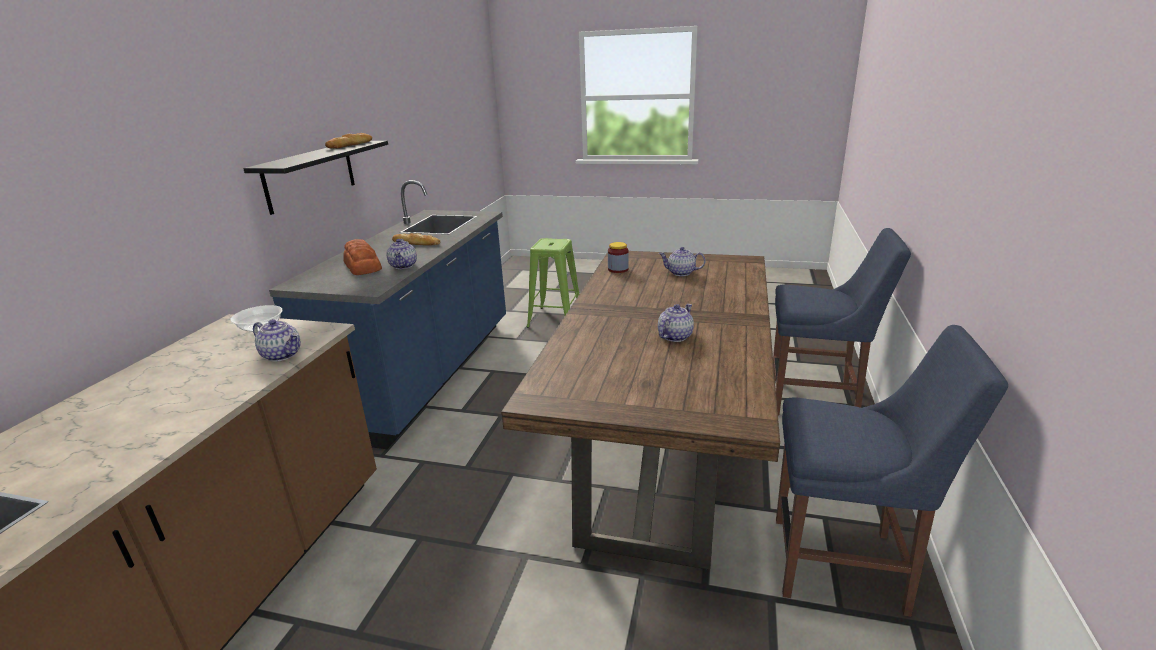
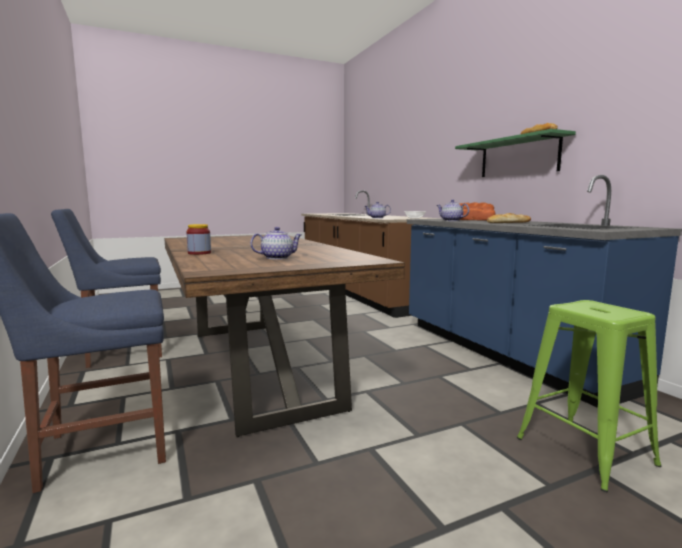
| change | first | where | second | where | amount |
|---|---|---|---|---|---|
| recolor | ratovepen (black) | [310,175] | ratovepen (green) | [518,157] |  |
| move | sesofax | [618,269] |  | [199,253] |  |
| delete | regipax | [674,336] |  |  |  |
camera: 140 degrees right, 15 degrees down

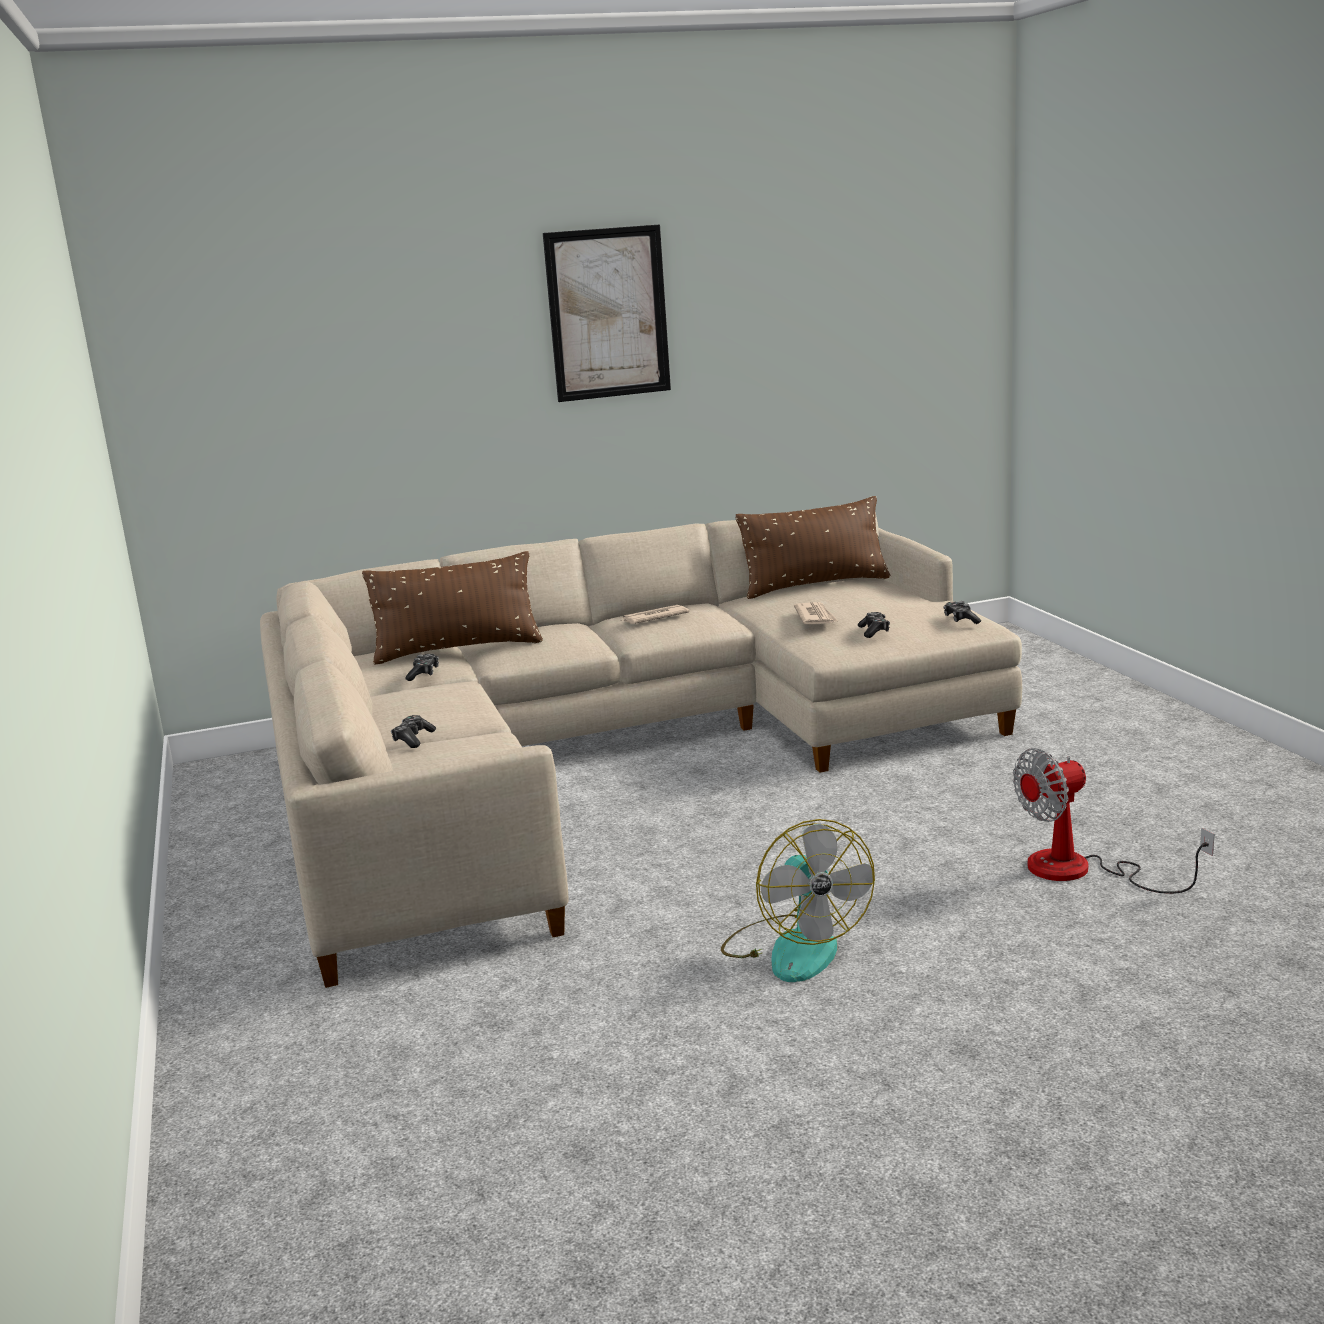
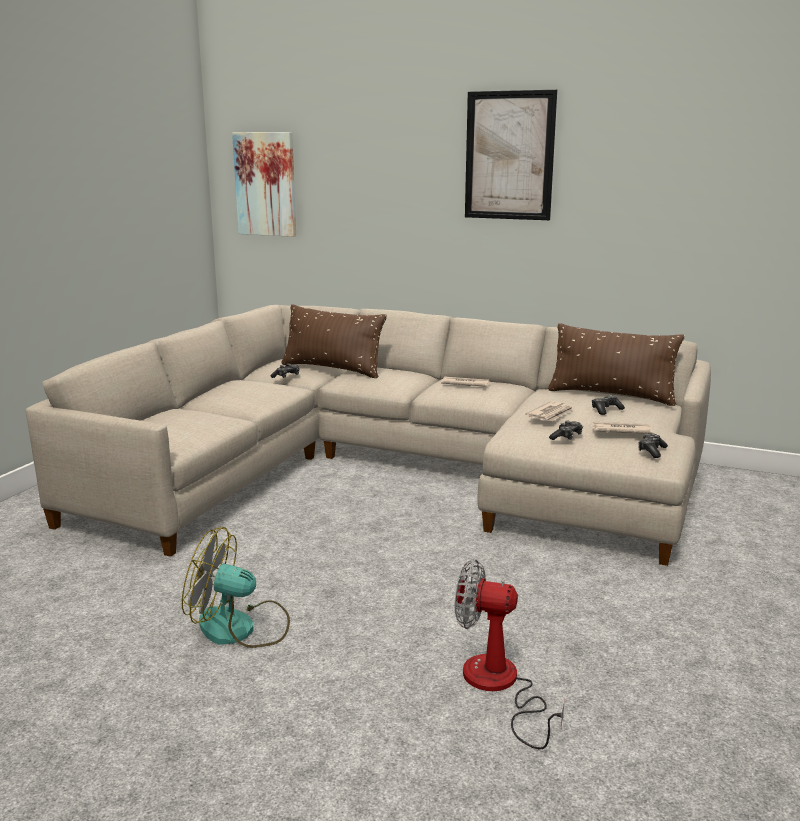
| change | first | where | second | where | amount |
|---|---|---|---|---|---|
| move | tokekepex | [413,739] |  | [606,410] |  |
| rotate | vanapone | [794,947] |  | [240,628] | 75 degrees clockwise |
| insert |  |  | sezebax | [266,184] |  |
| insert |  |  | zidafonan | [620,430] |  |
camera: 40 degrees right, 0 degrees up

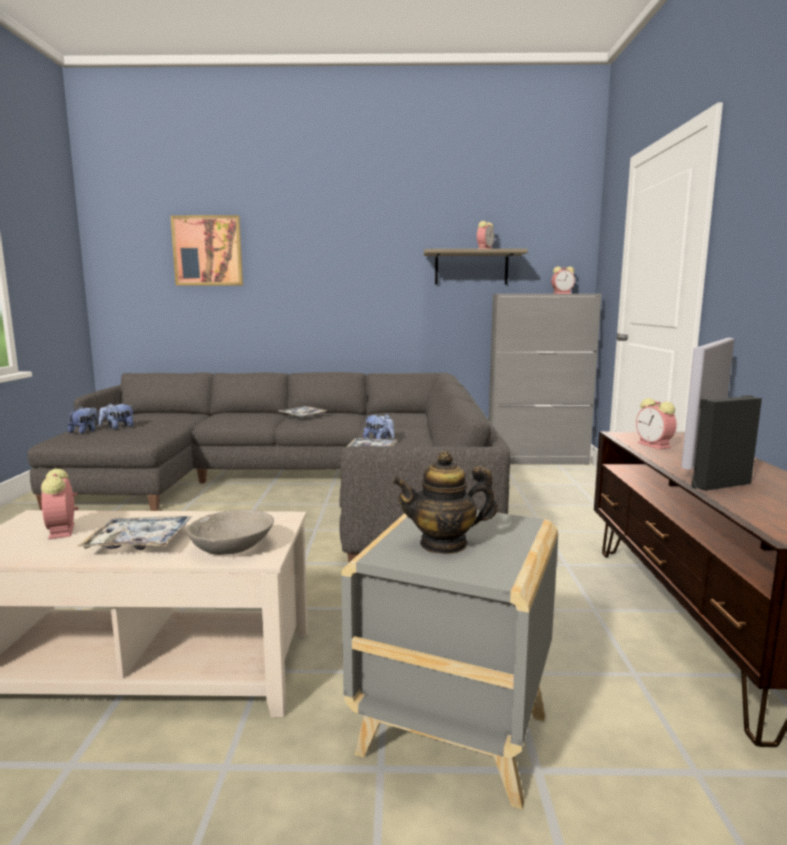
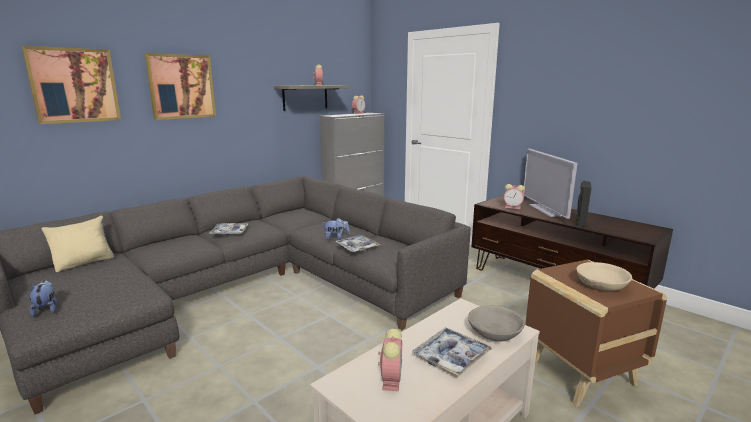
| change | first | where | second | where | amount |
|---|---|---|---|---|---|
| delete | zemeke | [118,427] |  |  |  |
| replace | regipax | [444,544] | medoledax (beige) | [601,285] |  |
| rotate | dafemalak | [62,531] |  | [391,379] | 105 degrees counterclockwise |
| recolor | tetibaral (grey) | [450,734] | tetibaral (brown) | [580,376] |  |
| insert |  |  | sezebax | [181,86] |  |
| insert |  |  | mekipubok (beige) | [84,263] |  |
camera: 45 degrees left, 5 degrees up

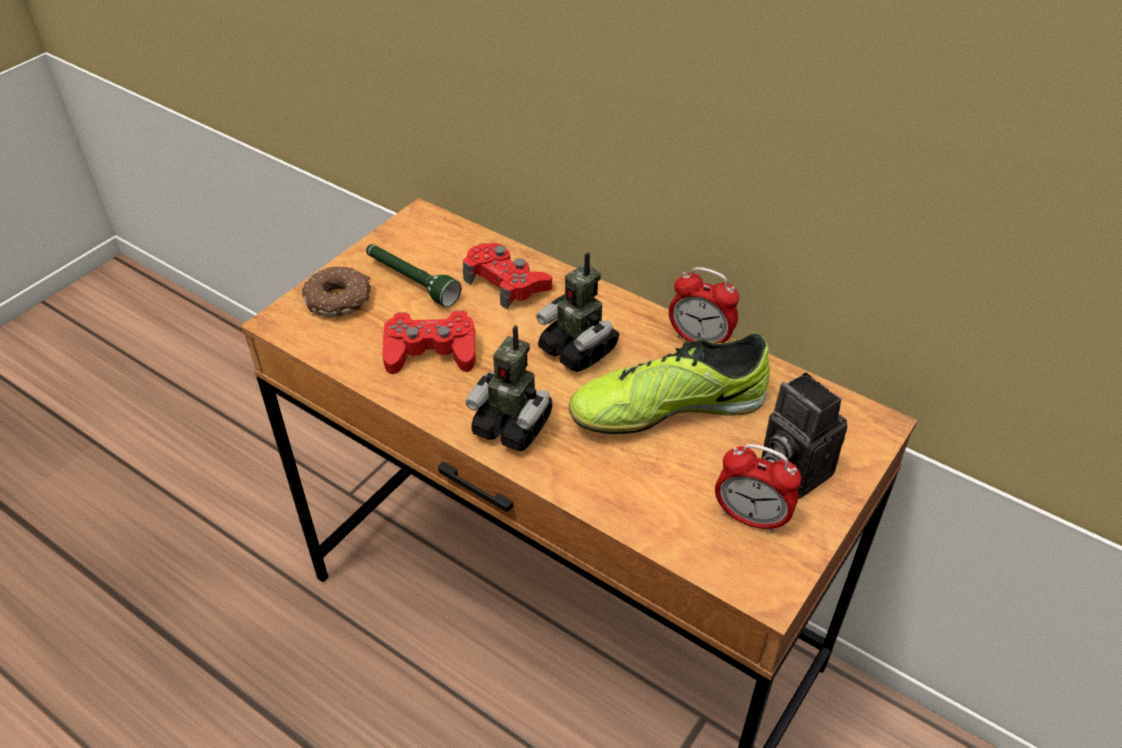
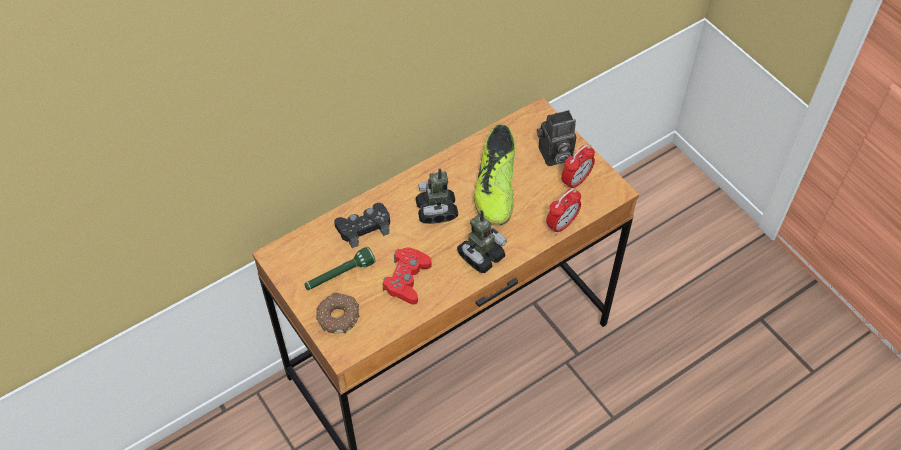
| change | first | where | second | where | amount |
|---|---|---|---|---|---|
| recolor | tokekepex (red) | [506,283] | tokekepex (black) | [364,228] |  |
| rotate | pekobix | [578,350] |  | [436,211] | 105 degrees clockwise |
| move | dafemalak | [700,340] |  | [561,224] |  |
camera: 70 degrees left, 10 degrees up

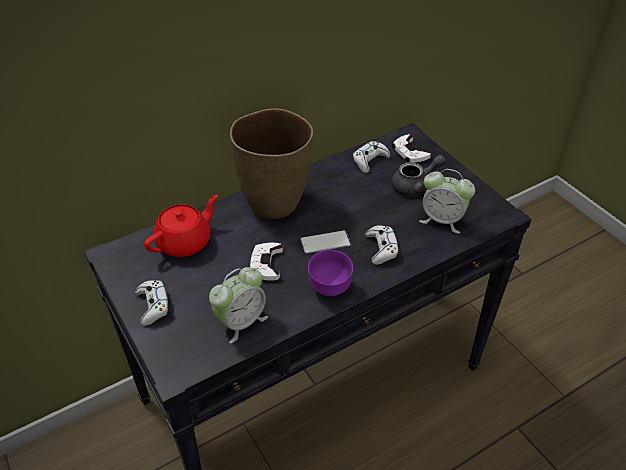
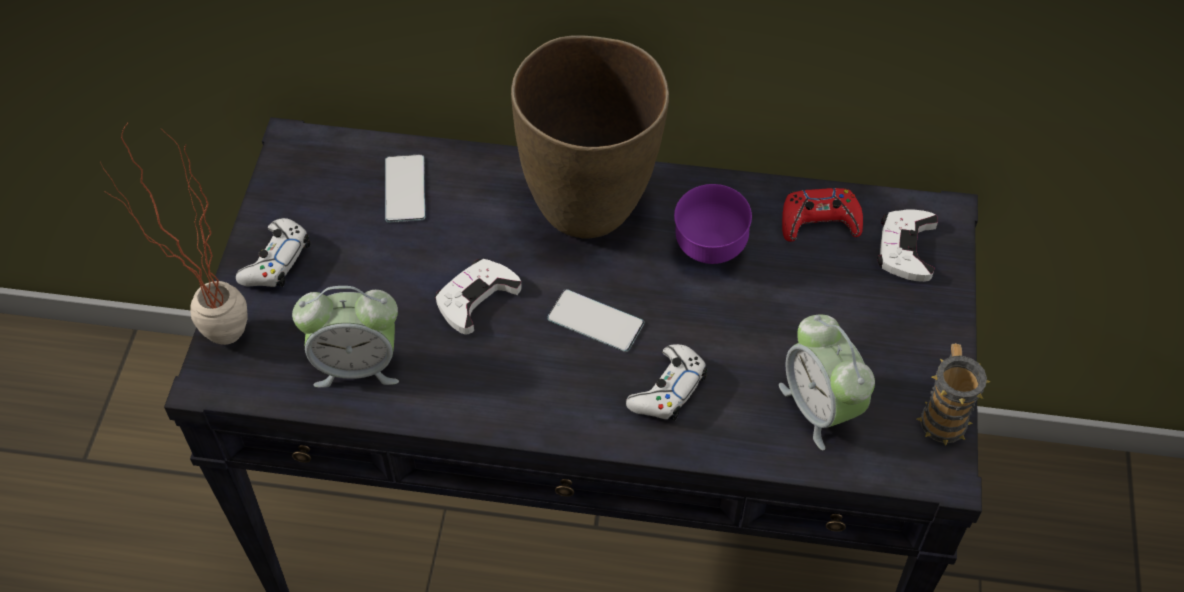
| change | first | where | second | where | amount |
|---|---|---|---|---|---|
| recolor | tokekepex (white) | [370,160] | tokekepex (red) | [819,222] |  |
| delete | regipax (grey) | [415,185] |  |  |  |
| replace | regipax (red) | [185,242] | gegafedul | [405,189] |  |
| move | medoledax (purple) | [330,289] |  | [709,250] |  |
| insert |  |  | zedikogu | [211,342] |  |
| insert |  |  | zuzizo | [942,415] |  |
camera: 40 degrees right, 10 degrees up

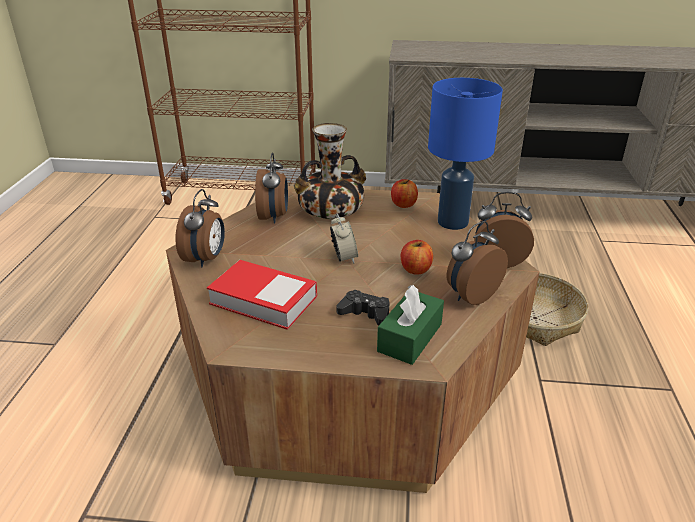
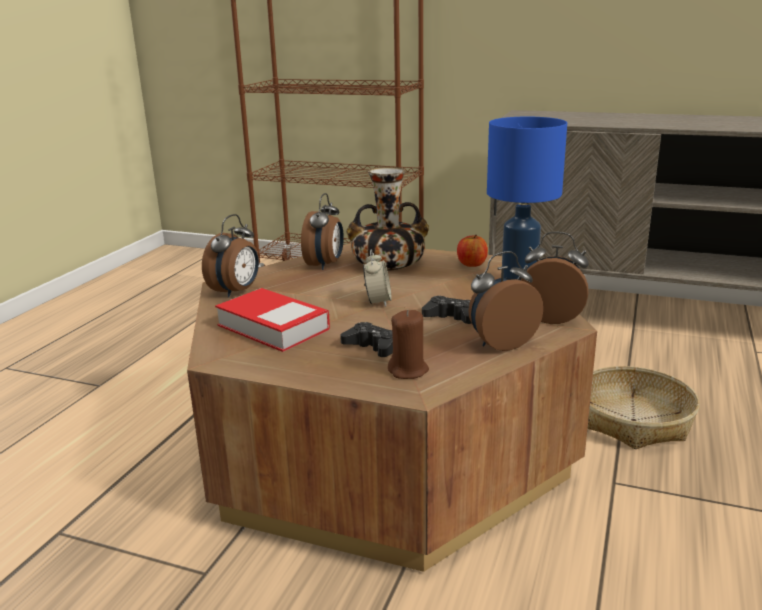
| change | first | where | second | where | amount |
|---|---|---|---|---|---|
| replace | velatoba | [415,269] | tokekepex (black) | [451,317] |  |
| replace | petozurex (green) | [410,337] | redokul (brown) | [408,371] |  |
camera: 15 degrees right, 10 degrees down

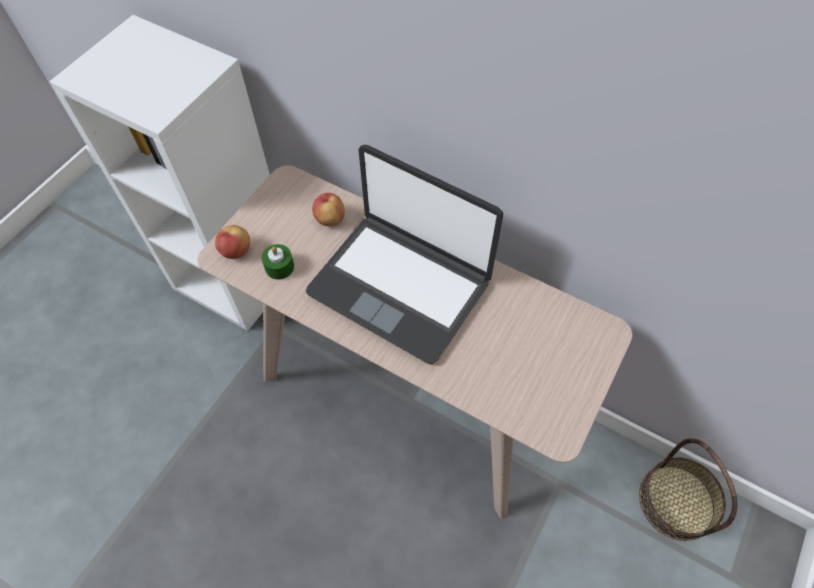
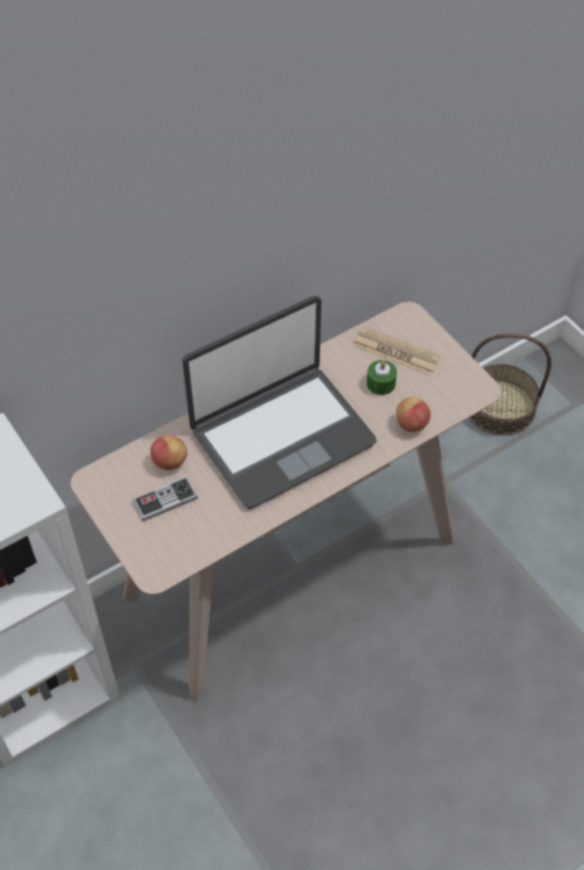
| change | first | where | second | where | amount |
|---|---|---|---|---|---|
| move | velatoba | [236,251] |  | [411,424] |  |
| move | redokul (green) | [279,267] |  | [381,383] |  |
| insert |  |  | zidafonan | [396,352] |  |
| insert |  |  | tokekepex | [165,500] |  |
camera: 65 degrees left, 5 degrees down

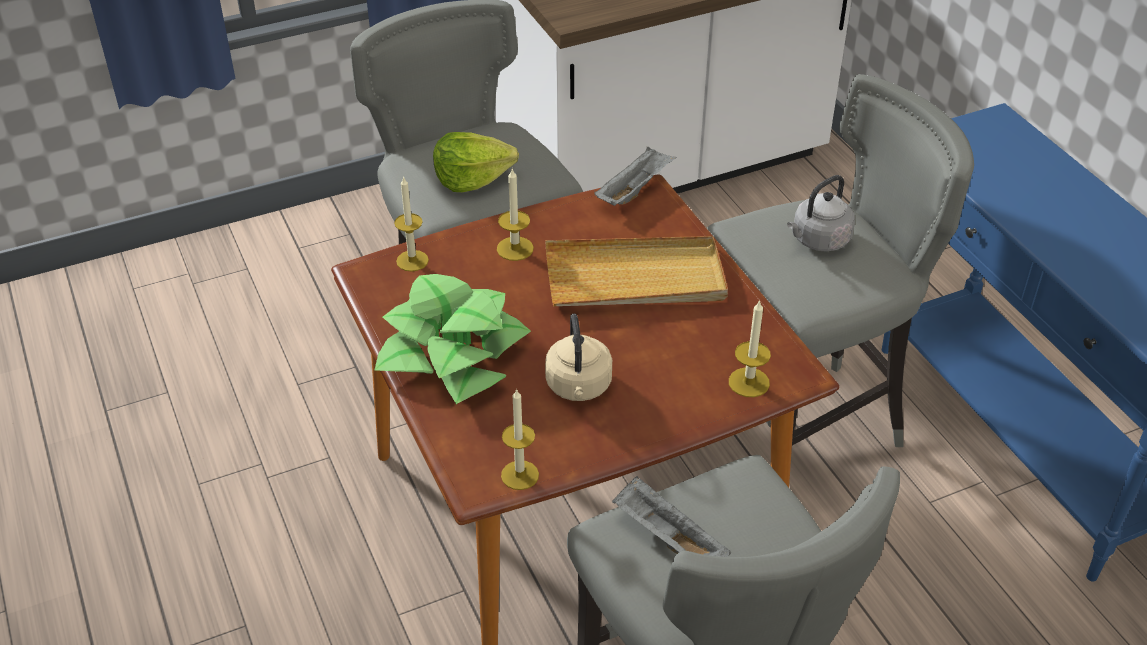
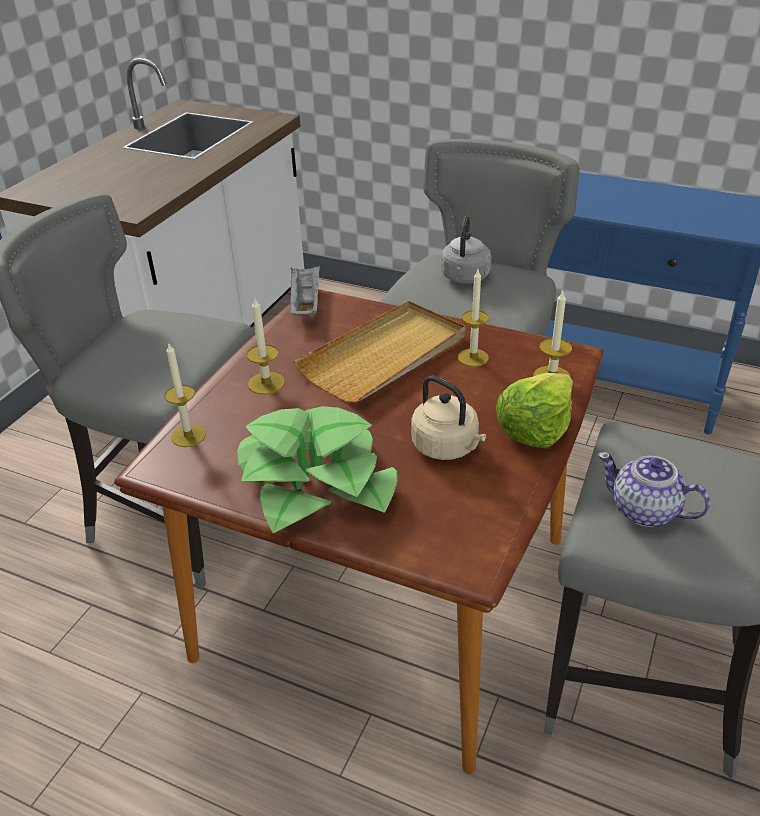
| change | first | where | second | where | amount |
|---|---|---|---|---|---|
| move | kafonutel | [472,178] |  | [534,428] |  |
| move | redokul | [520,475] |  | [473,357] |  |
| replace | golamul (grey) | [666,538] | regipax | [645,511] |  |
camera: 40 degrees left, 5 degrees down

